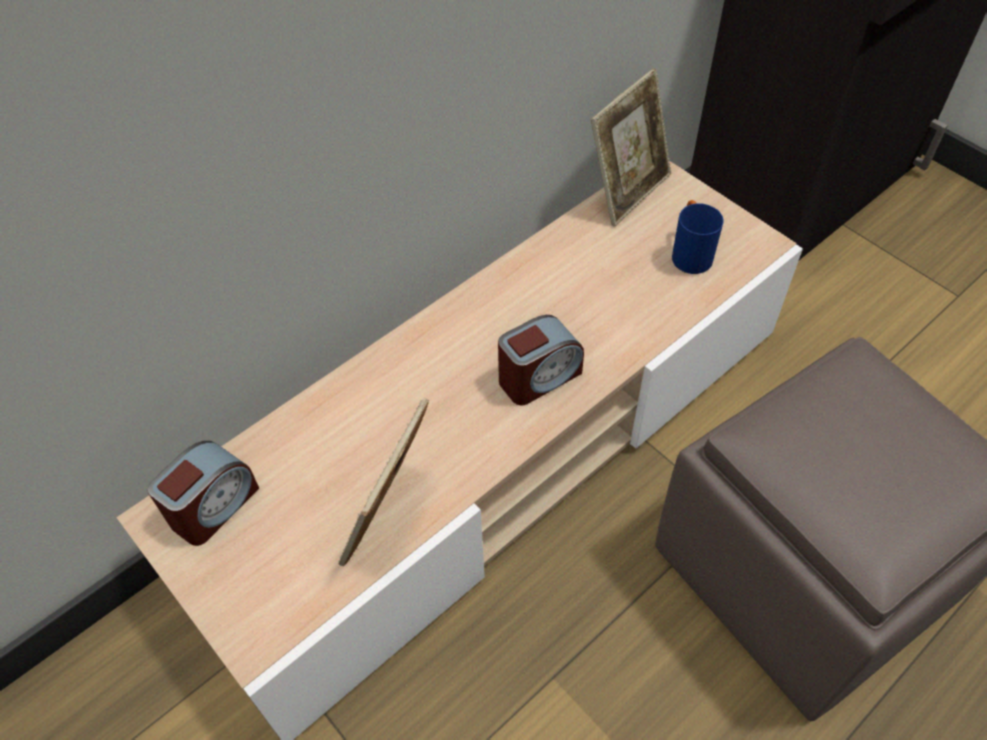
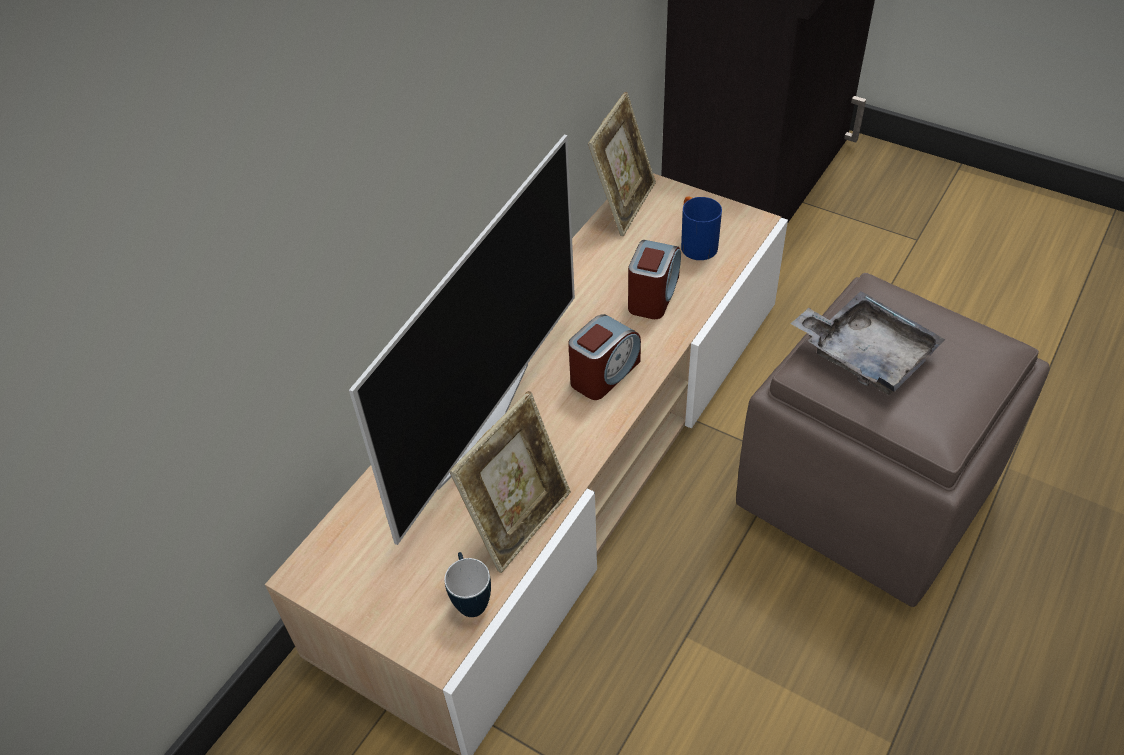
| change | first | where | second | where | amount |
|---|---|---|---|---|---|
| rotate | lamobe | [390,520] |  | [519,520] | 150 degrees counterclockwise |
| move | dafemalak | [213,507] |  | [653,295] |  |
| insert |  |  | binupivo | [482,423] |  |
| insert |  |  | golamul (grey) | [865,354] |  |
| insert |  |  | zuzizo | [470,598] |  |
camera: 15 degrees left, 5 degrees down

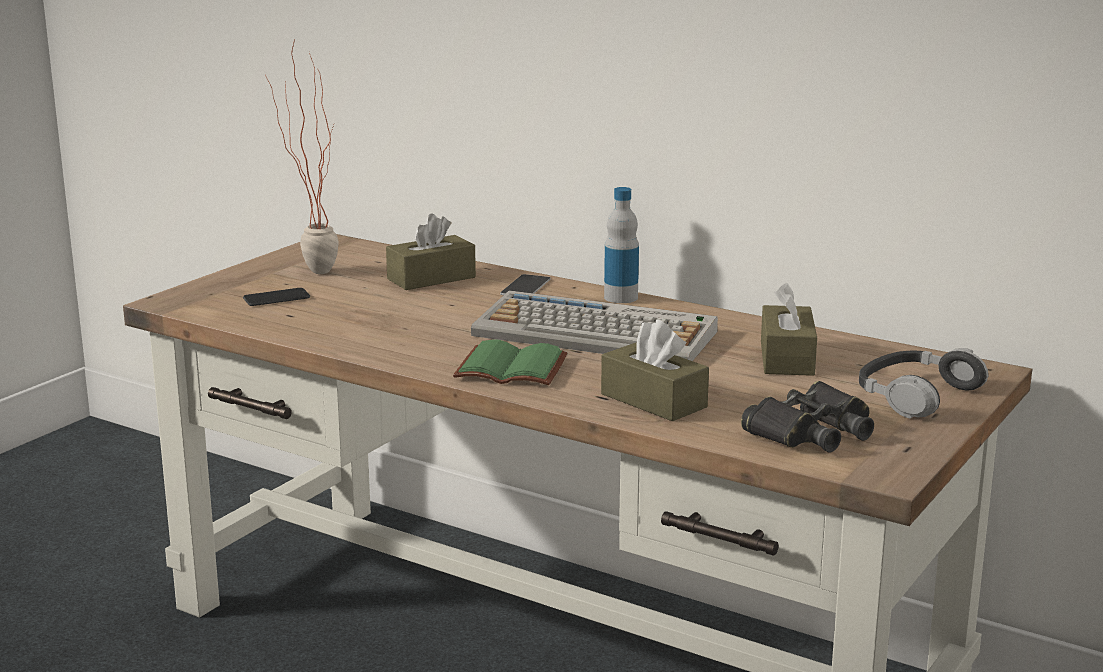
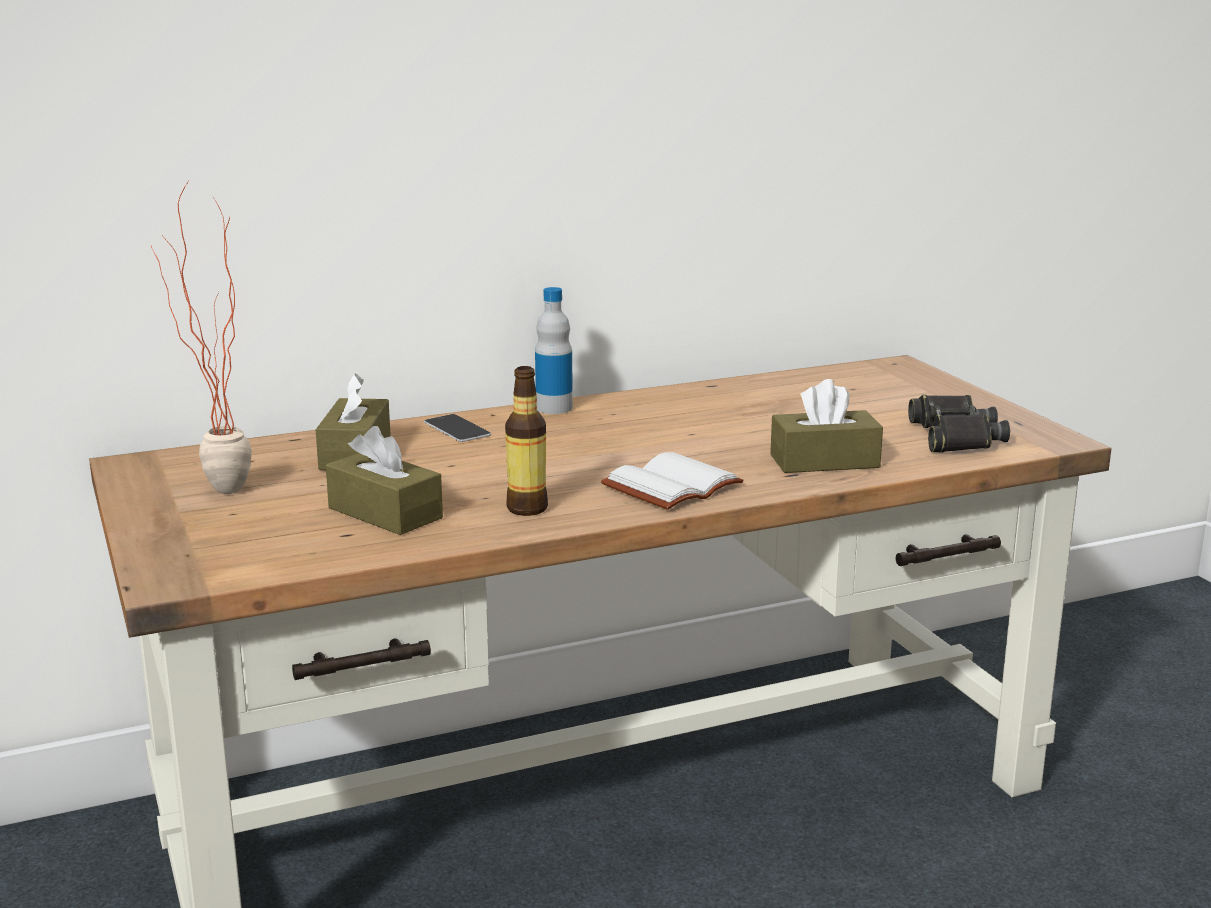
| change | first | where | second | where | amount |
|---|---|---|---|---|---|
| move | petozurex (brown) | [787,358] |  | [385,513] |  |
| delete | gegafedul | [276,298] |  |  |  |
| delete | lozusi | [597,333] |  |  |  |
| recolor | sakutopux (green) | [513,367] | sakutopux (white) | [671,485] |  |
| delete | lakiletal | [915,395] |  |  |  |
| insert |  |  | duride | [527,508] |  |
camera: 55 degrees left, 0 degrees up

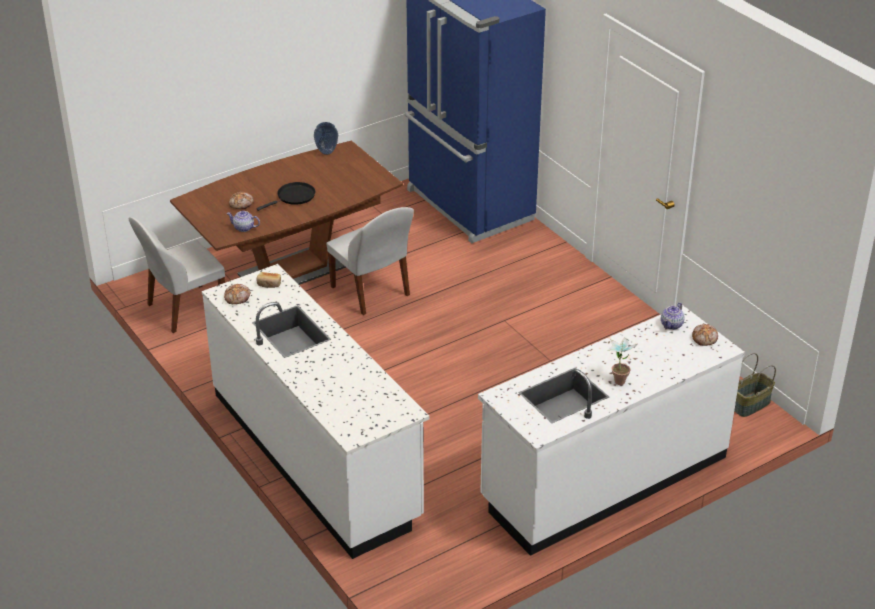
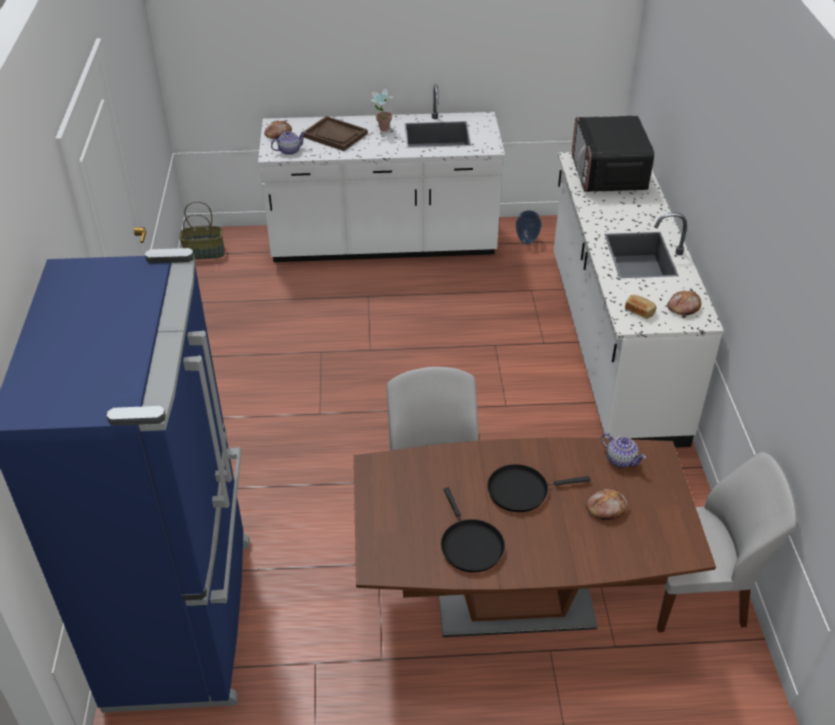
| change | first | where | second | where | amount |
|---|---|---|---|---|---|
| move | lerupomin | [326,152] |  | [527,241] |  |
| insert |  |  | golamul (brown) | [335,135] |  |
| insert |  |  | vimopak | [608,174] |  |
| insert |  |  | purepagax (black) | [470,545] |  |
camera: 150 degrees left, 5 degrees up

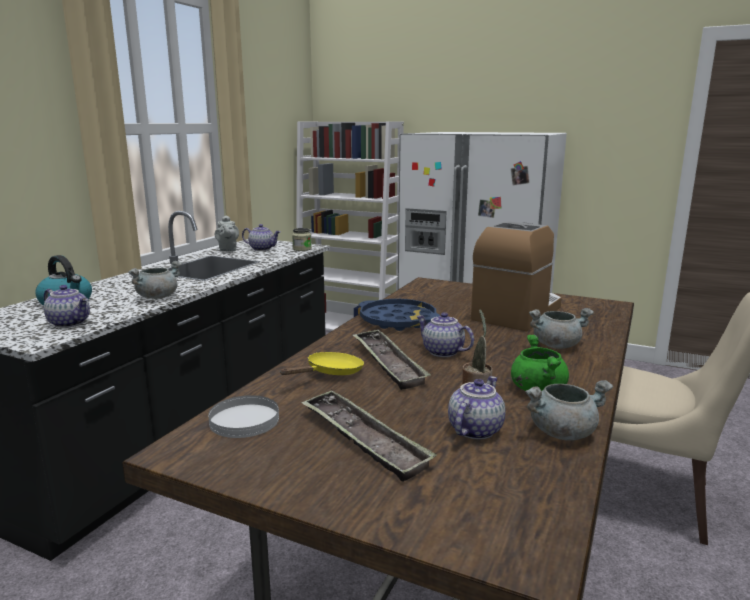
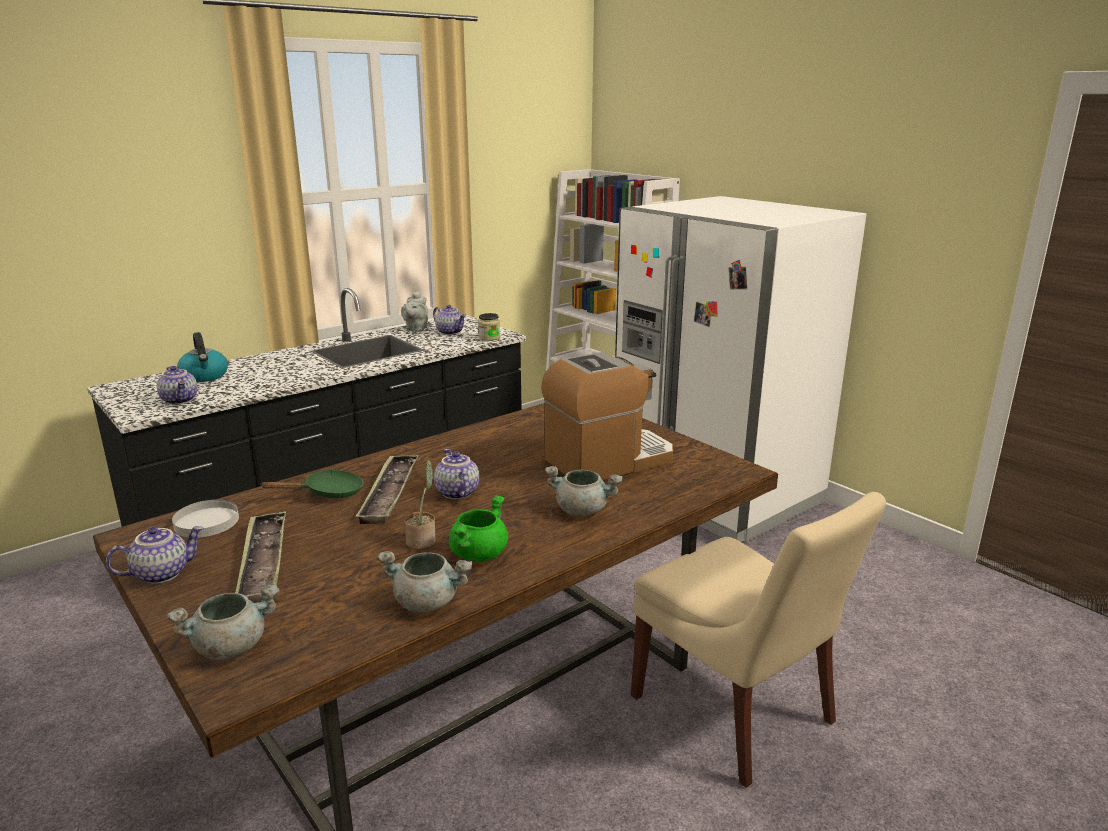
| change | first | where | second | where | amount |
|---|---|---|---|---|---|
| move | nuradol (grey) | [157,297] |  | [231,646] |  |
| delete | golamul (blue) | [398,320] |  |  |  |
| recolor | purepagax (yellow) | [330,373] | purepagax (green) | [328,493] |  |
| move | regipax | [474,429] |  | [162,573] |  |
camera: 25 degrees right, 5 degrees up

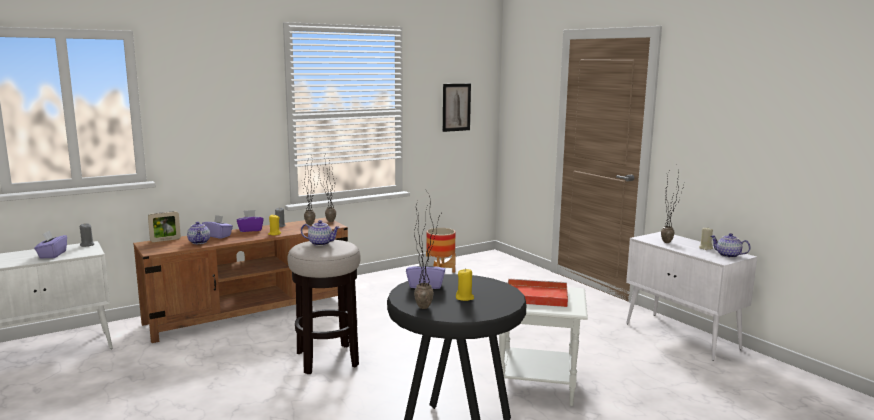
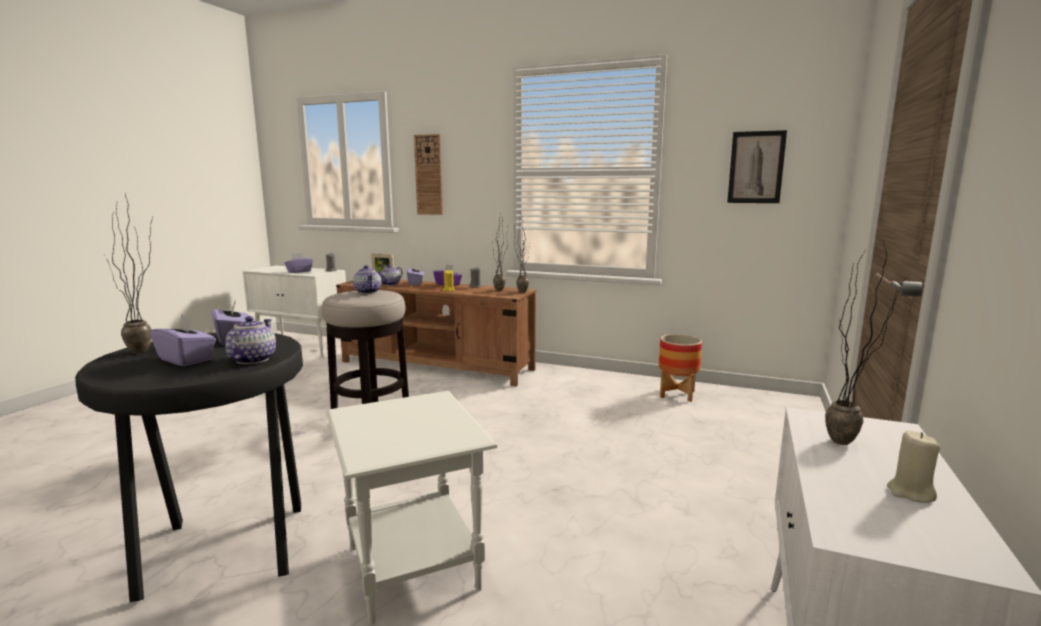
| change | first | where | second | where | amount |
|---|---|---|---|---|---|
| move | regipax | [727,255] |  | [252,359] |  |
| replace | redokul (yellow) | [464,298] | petozurex (purple) | [186,359] |  |
| delete | golamul (red) | [535,296] |  |  |  |
| insert |  |  | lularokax | [429,175] |  |
camera: 55 degrees right, 0 degrees up

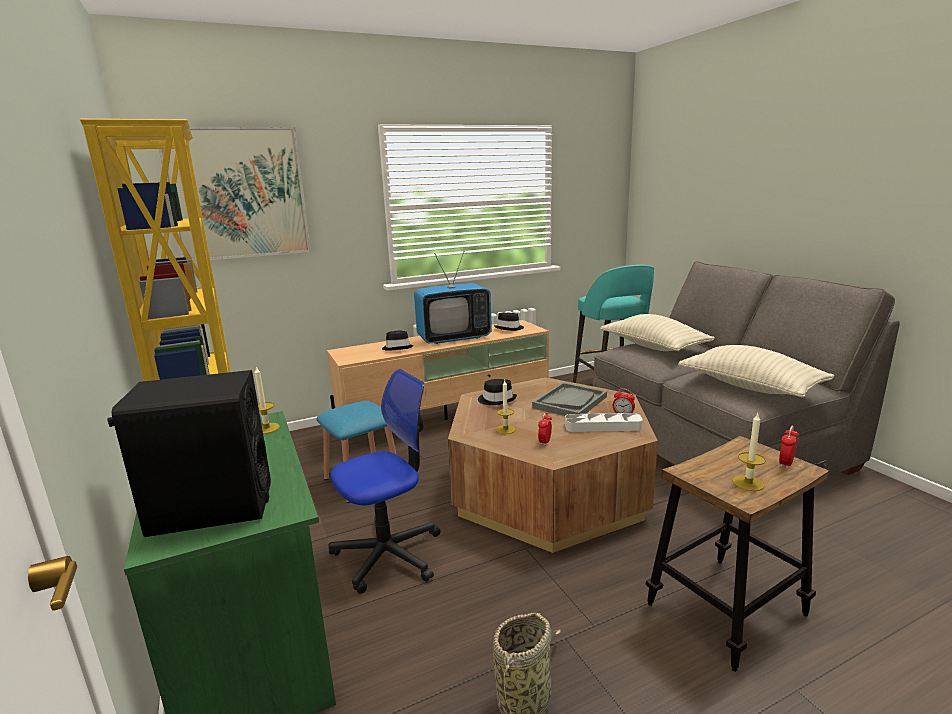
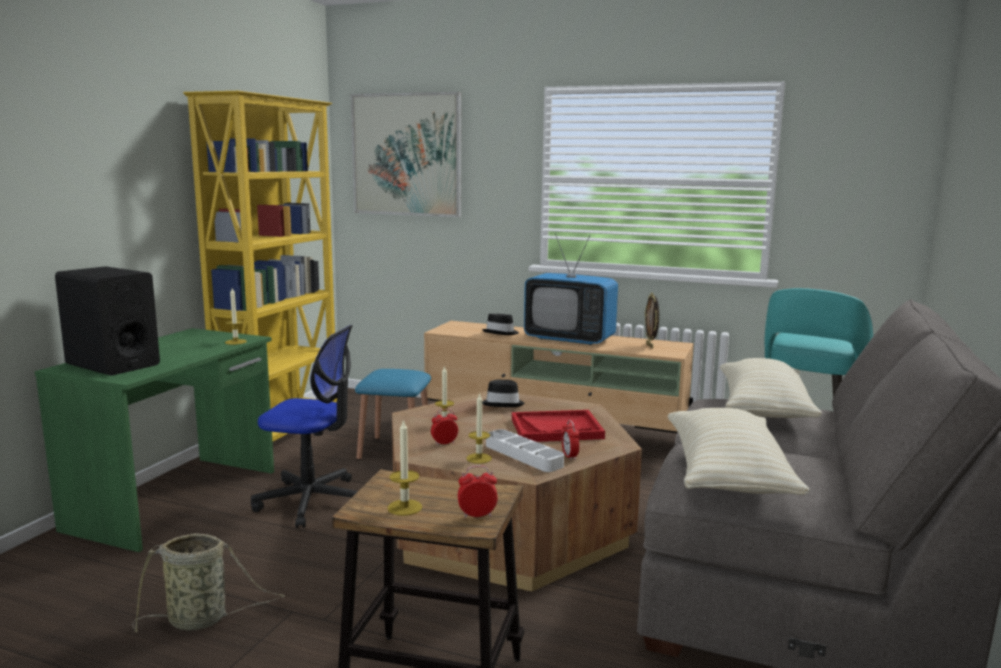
| change | first | where | second | where | amount |
|---|---|---|---|---|---|
| replace | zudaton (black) | [509,328] | lamobe | [650,346] |  |
| recolor | golamul (grey) | [570,402] | golamul (red) | [557,429] |  |
| insert |  |  | redokul | [479,458] |  |
camera: 45 degrees right, 5 degrees down

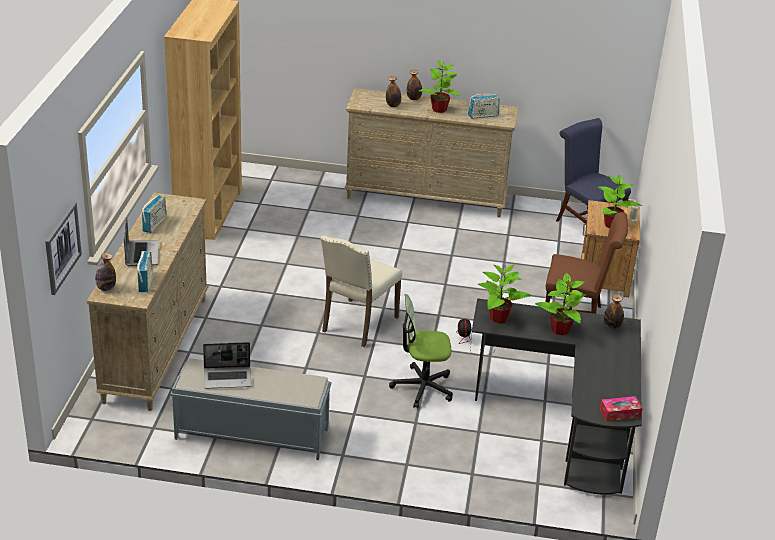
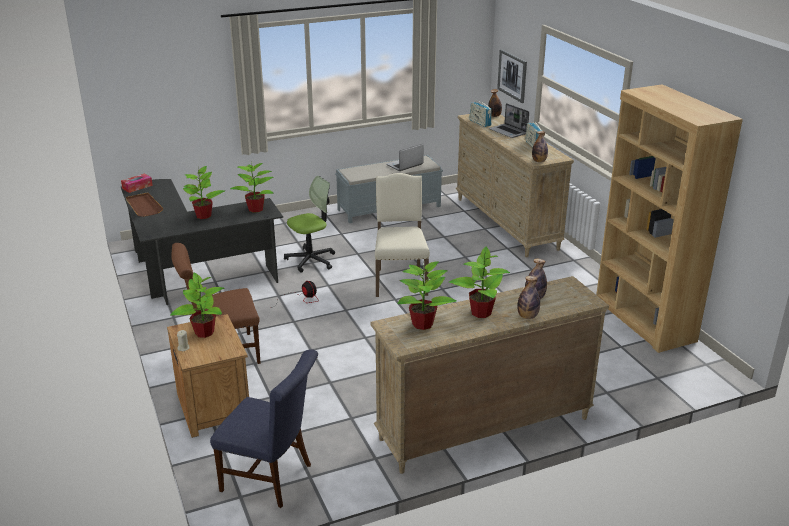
| change | first | where | second | where | amount |
|---|---|---|---|---|---|
| replace | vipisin | [483,116] | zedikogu | [423,324] |  |
| move | duride | [612,326] |  | [539,161] |  |
| insert |  |  | golamul (brown) | [143,206] |  |
camera: 150 degrees right, 5 degrees down

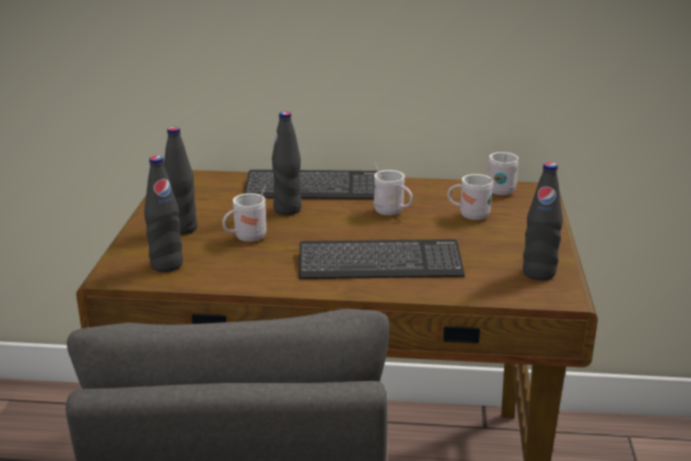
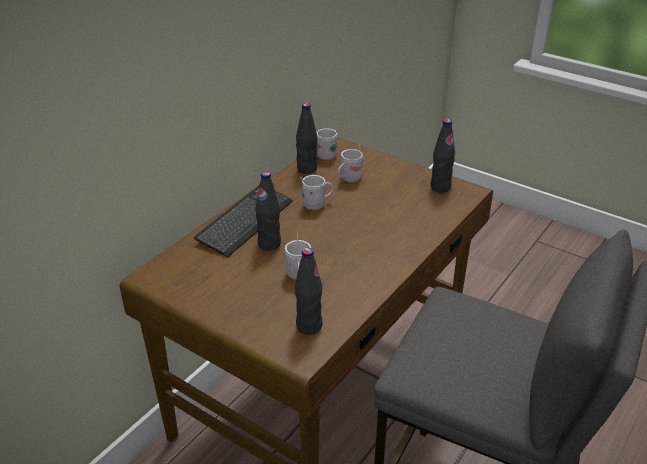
| change | first | where | second | where | amount |
|---|---|---|---|---|---|
| move | duride (black) | [182,228] |  | [307,169] |  |
| delete | lozusi | [380,263] |  |  |  |
camera: 60 degrees left, 10 degrees up

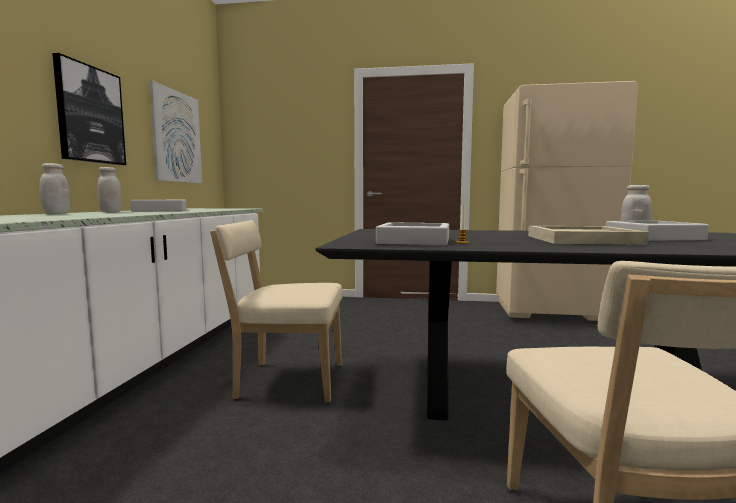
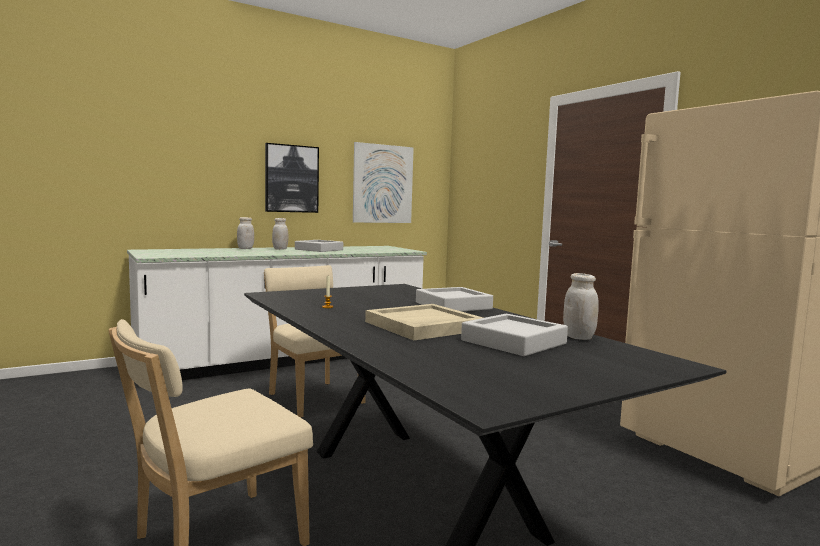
| change | first | where | second | where | amount |
|---|---|---|---|---|---|
| move | golamul (grey) | [414,241] |  | [453,306] |  |
camera: 50 degrees right, 0 degrees up

